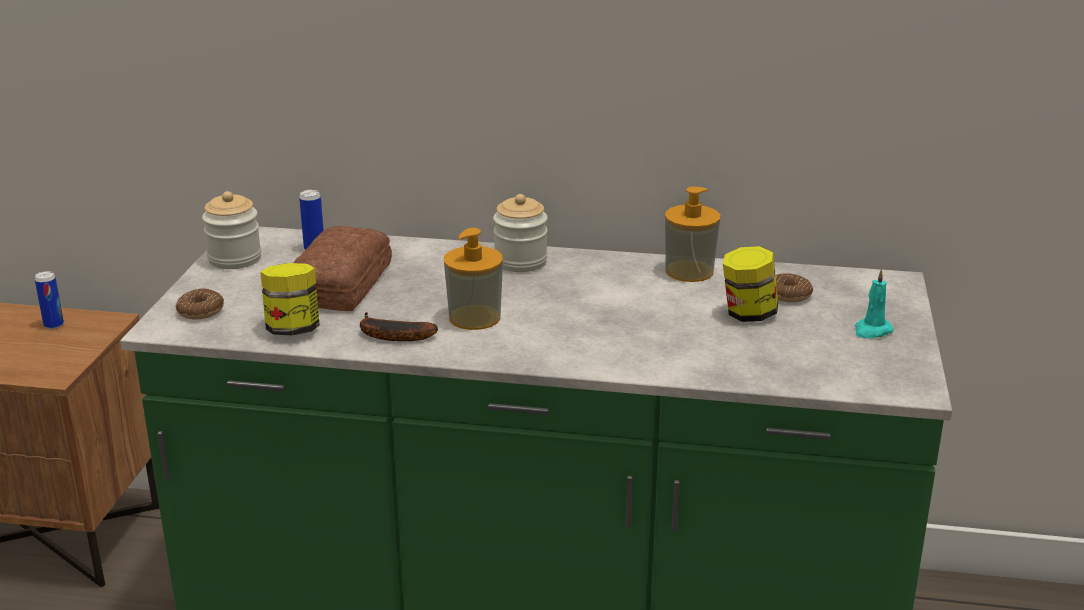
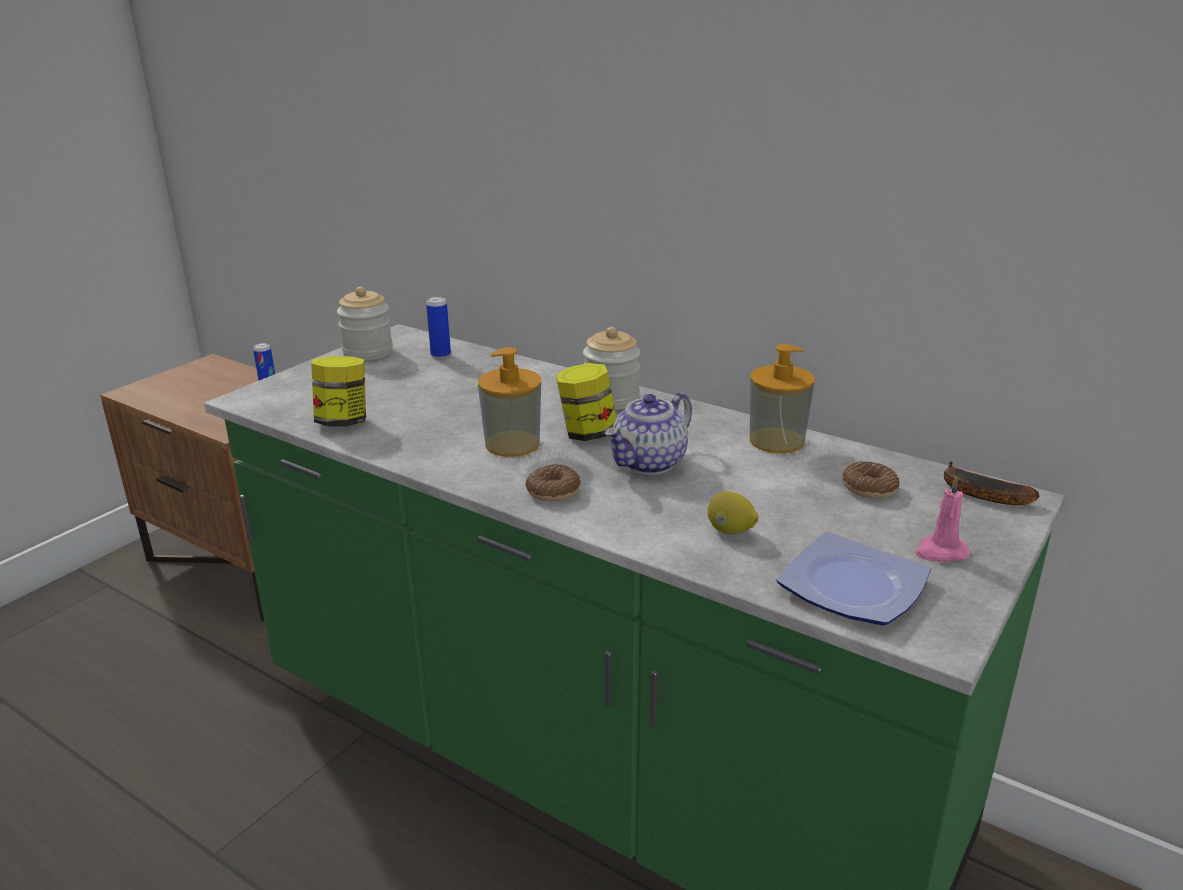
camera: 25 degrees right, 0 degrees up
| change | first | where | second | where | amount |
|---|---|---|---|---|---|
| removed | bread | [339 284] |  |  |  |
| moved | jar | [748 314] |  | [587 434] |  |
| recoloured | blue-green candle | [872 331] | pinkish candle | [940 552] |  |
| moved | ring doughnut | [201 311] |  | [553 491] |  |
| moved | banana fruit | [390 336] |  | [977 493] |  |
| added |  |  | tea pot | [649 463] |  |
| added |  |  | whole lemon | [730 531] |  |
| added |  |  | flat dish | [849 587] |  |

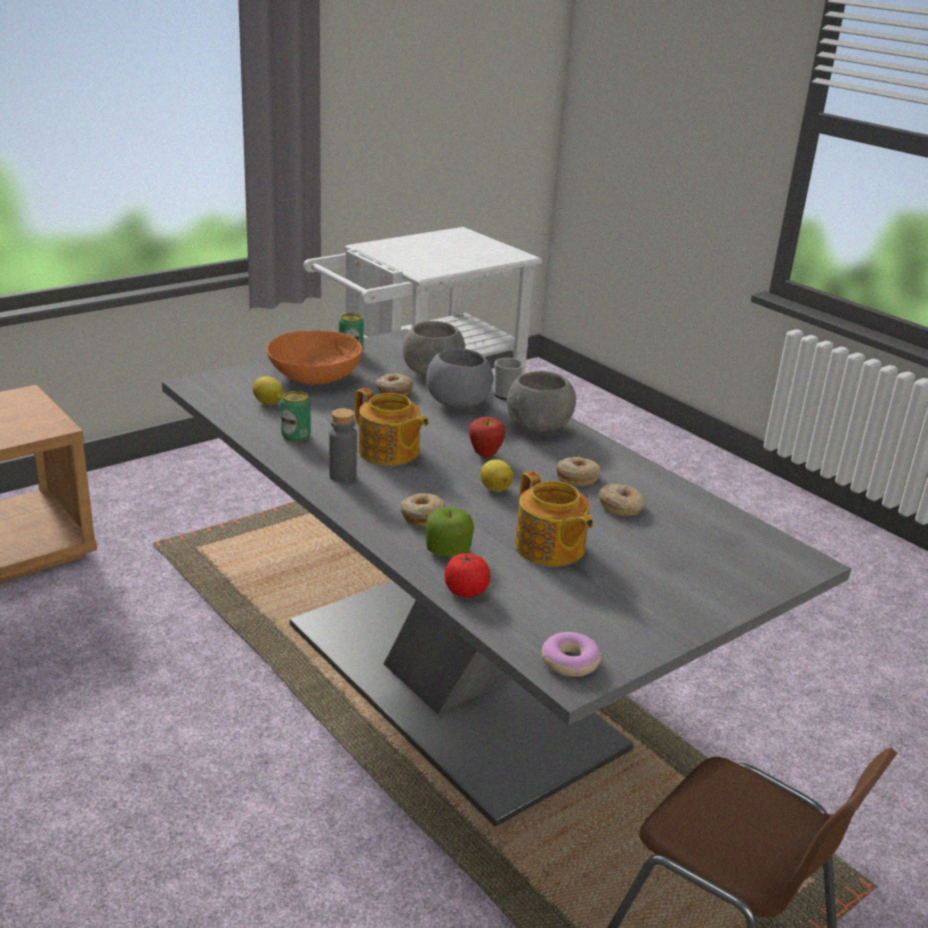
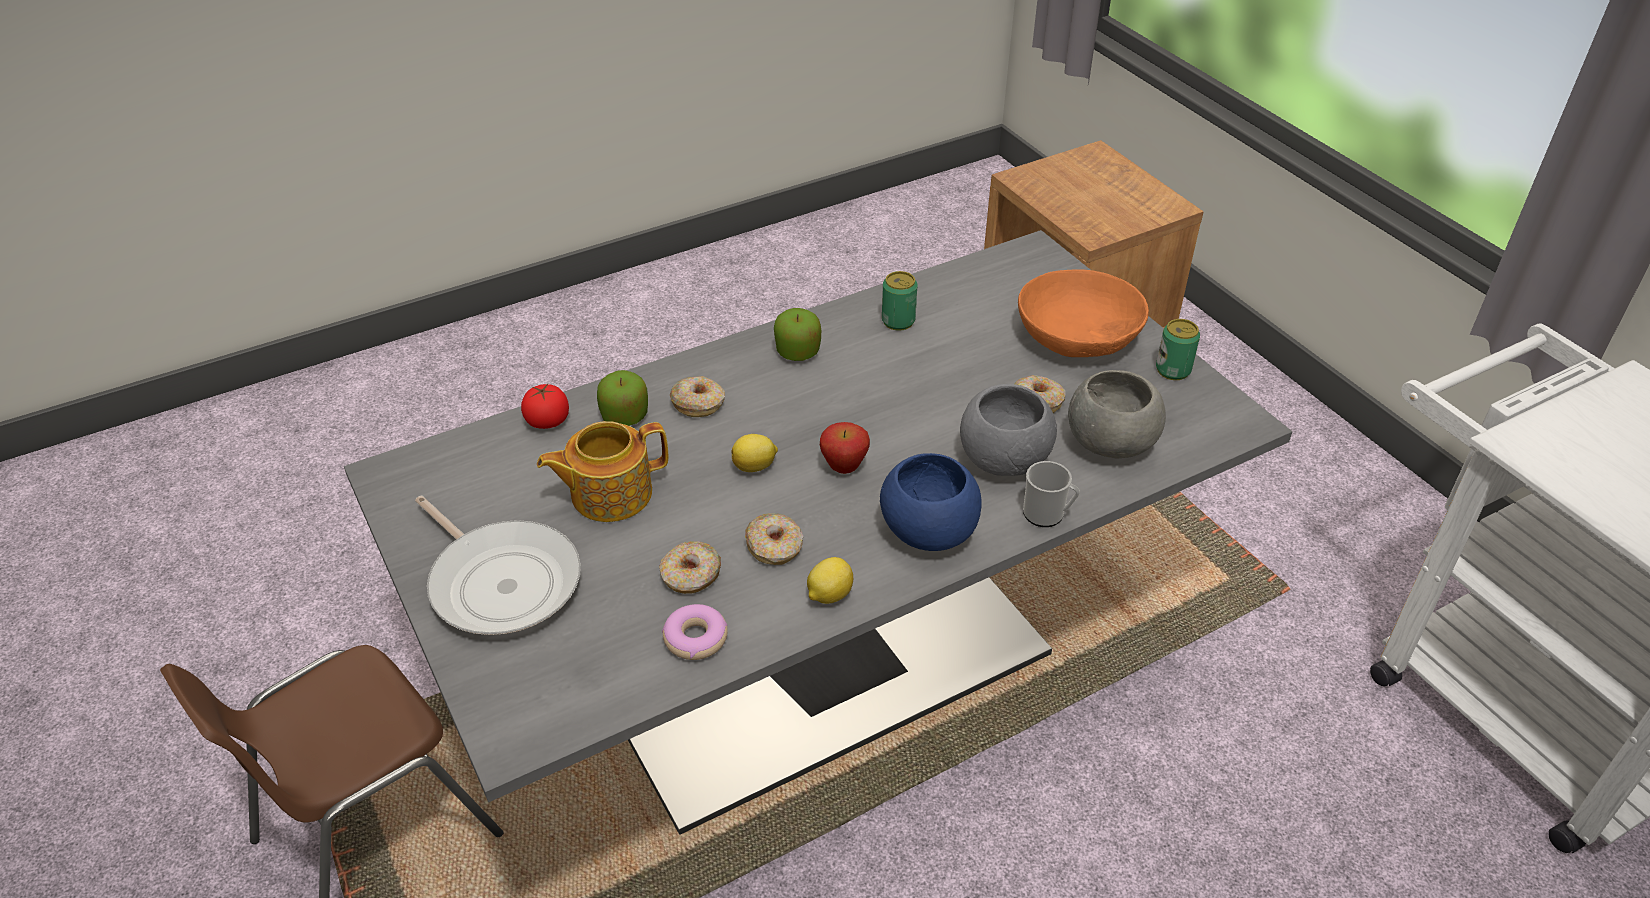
camera: 100 degrees right, 15 degrees up
| change | first | where | second | where | amount |
|---|---|---|---|---|---|
| recoloured | greyish serving bowl | [539 428] | blue-coloured serving bowl | [927 532] |  |
| moved | whole lemon | [269 403] |  | [828 595] |  |
| removed | tea pot | [389 452] |  |  |  |
| replaced | greyish bottle | [342 476] | whole apple | [797 352] |  |
| moved | ring doughnut | [570 661] |  | [696 638] |  |
| added |  |  | frying pan | [501 581] |  |

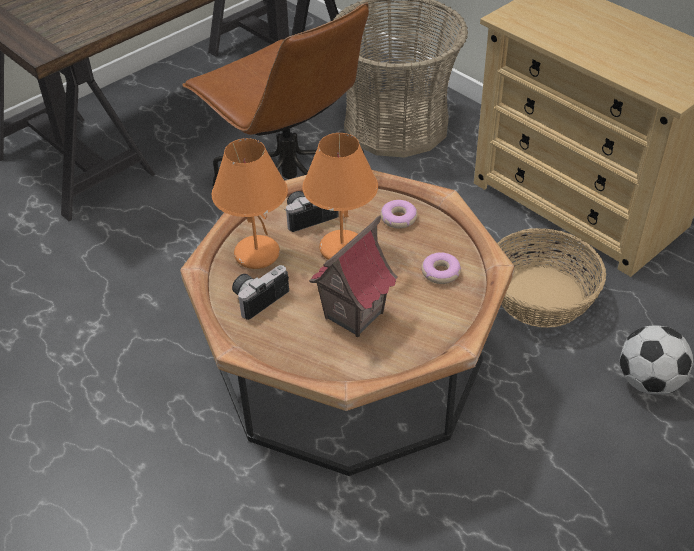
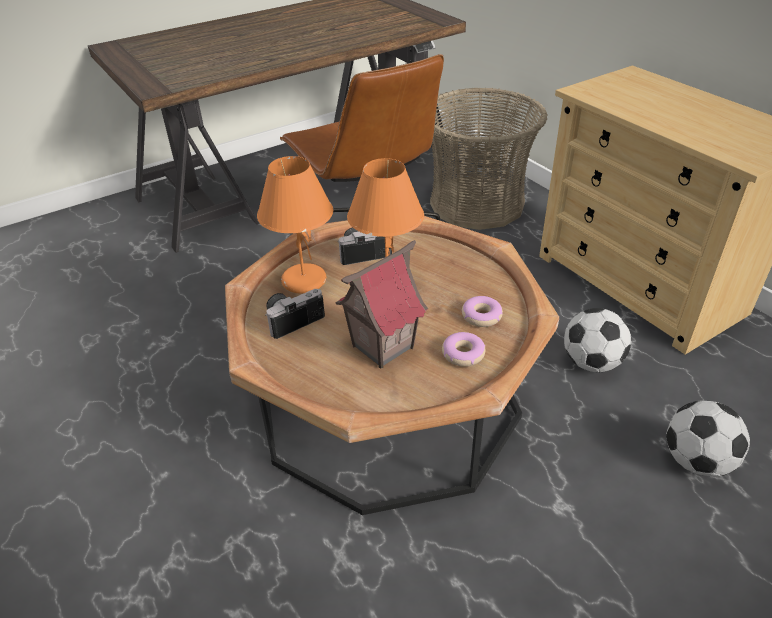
camera: 10 degrees right, 5 degrees down
| change | first | where | second | where | amount |
|---|---|---|---|---|---|
| moved | ring doughnut | [398 218] |  | [463 354] |  |
| replaced | basket | [542 296] | ball for football | [591 363] |  |

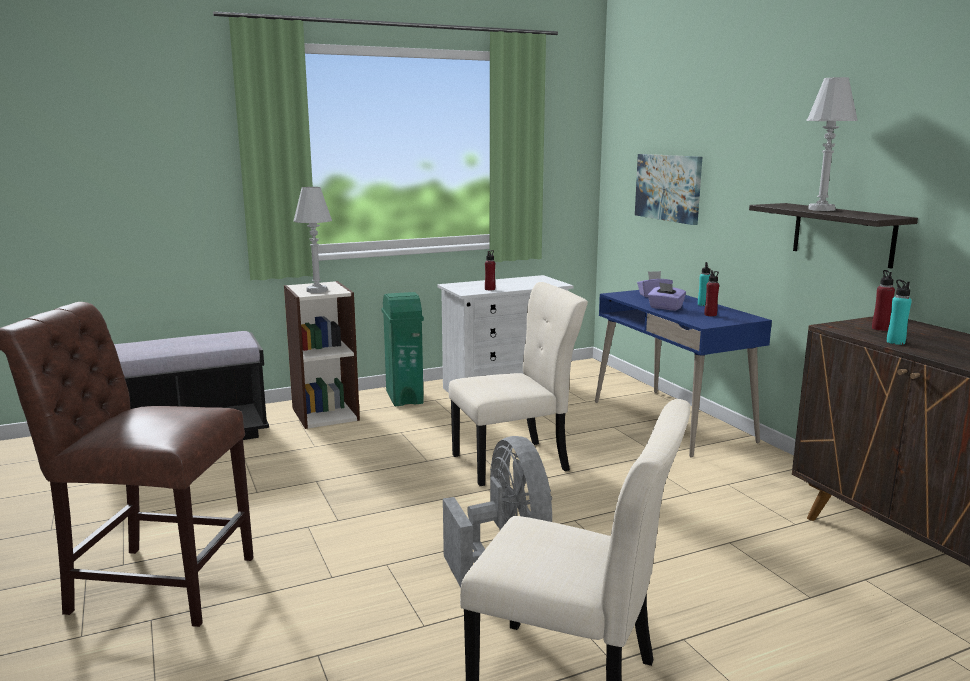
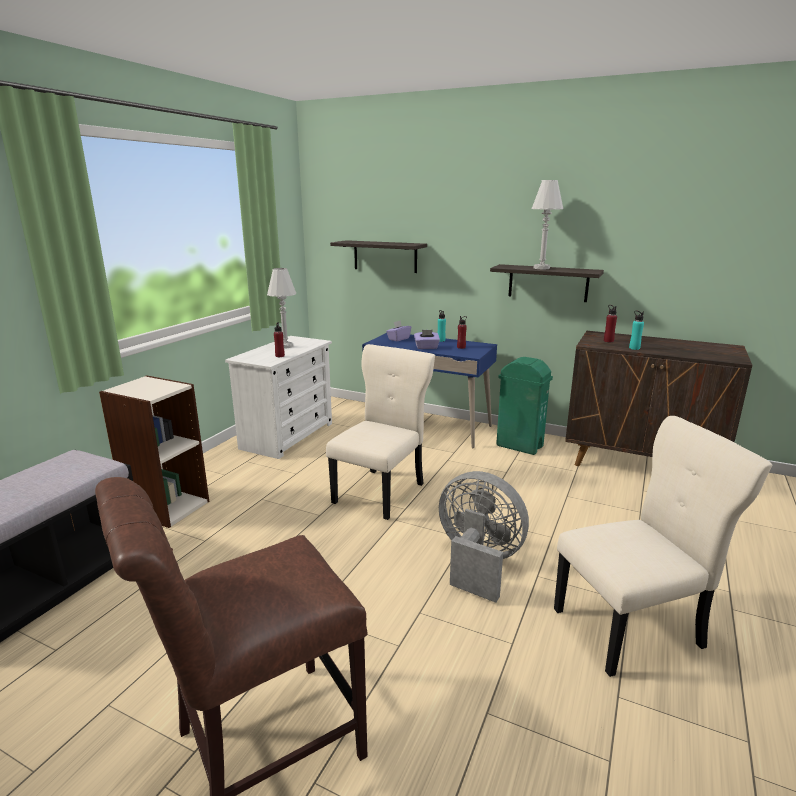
camera: 40 degrees left, 5 degrees up
| change | first | where | second | where | amount |
|---|---|---|---|---|---|
| replaced | picture | [668 187] | shelf | [385 256] |  |
| moved | whitish lamp for a table | [317 290] |  | [285 346] |  |
| moved | green-coloured trash can | [404 397] |  | [519 446] |  |

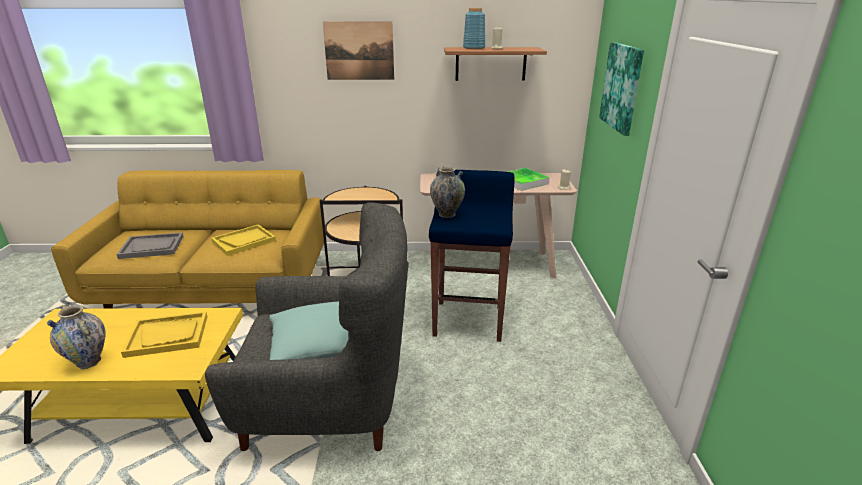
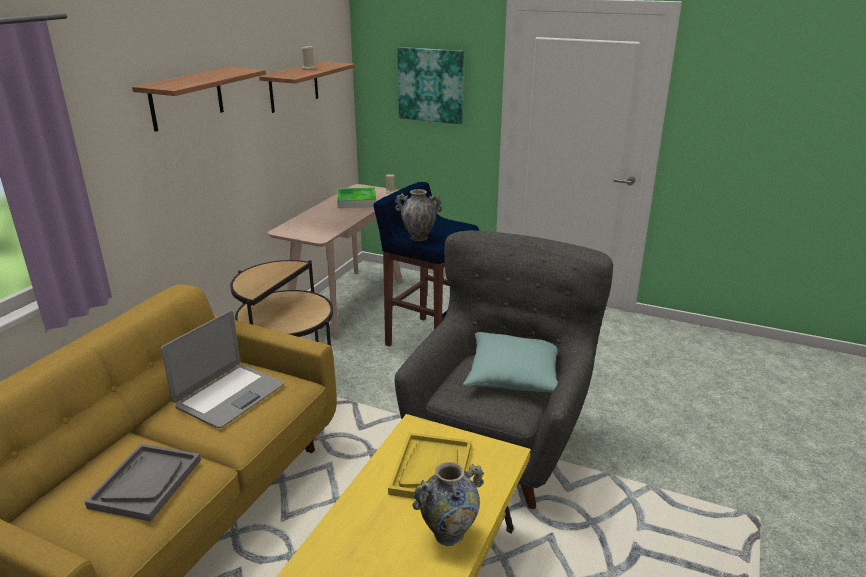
camera: 65 degrees left, 0 degrees up
| change | first | where | second | where | amount |
|---|---|---|---|---|---|
| removed | blue-coloured flower vase | [474 48] |  |  |  |
| replaced | picture | [359 51] | shelf | [186 98] |  |
| replaced | yellow tray | [244 241] | notebook computer | [229 396] |  |

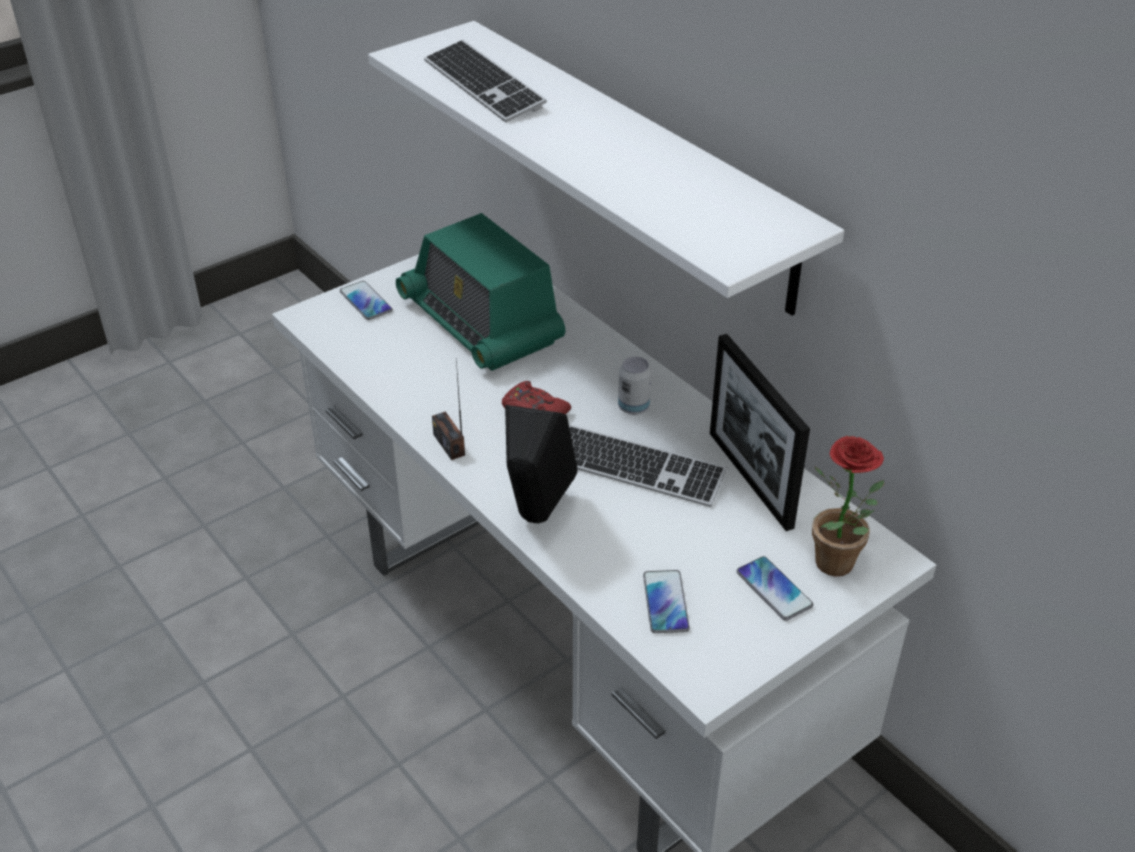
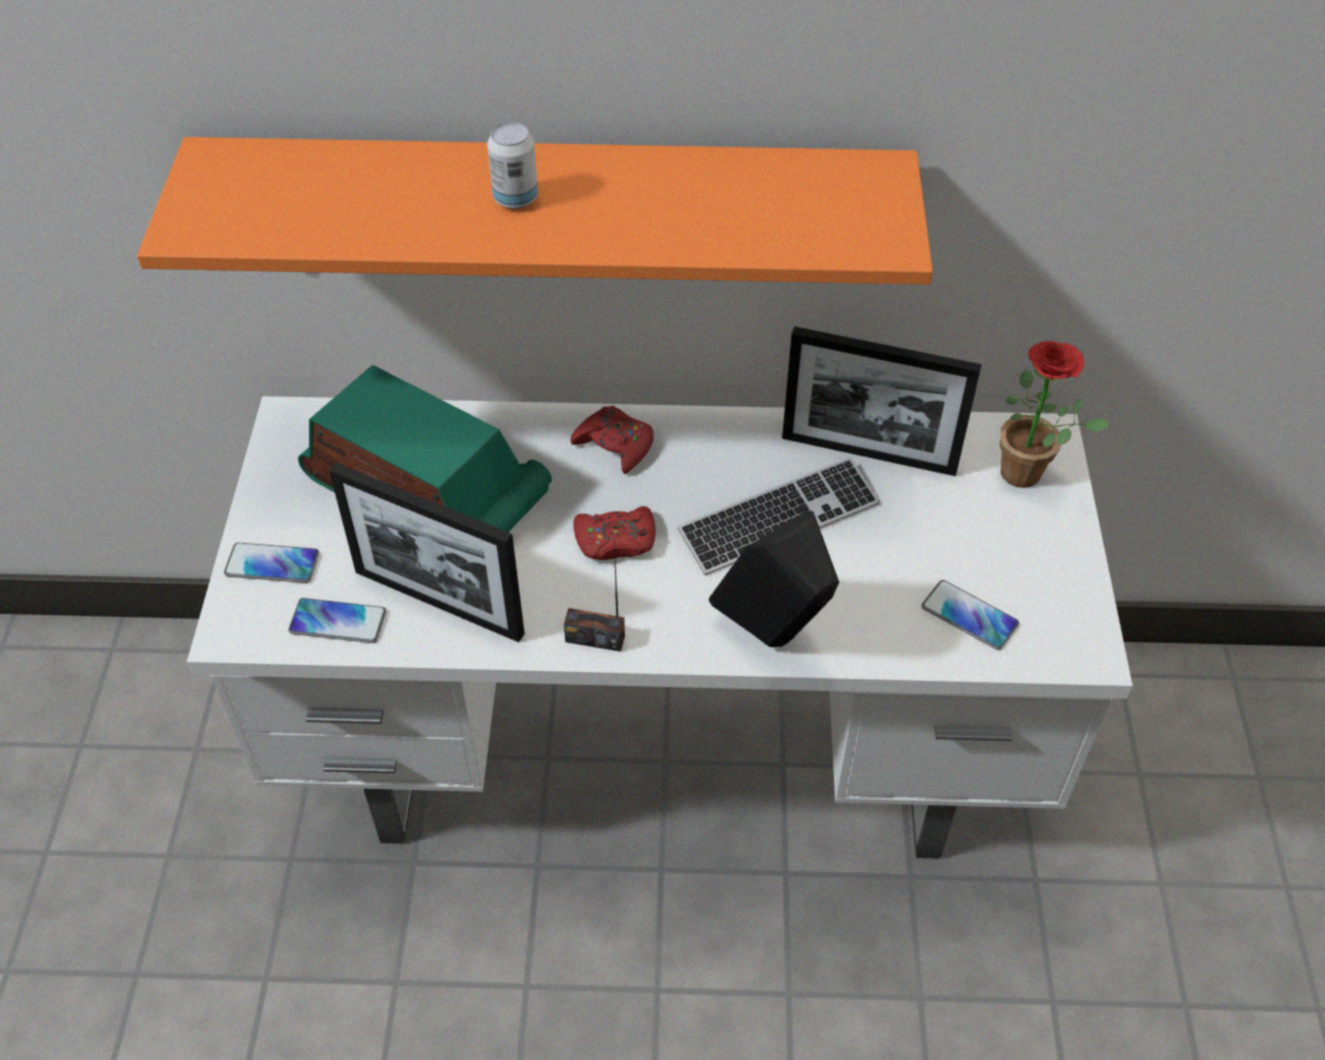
camera: 50 degrees left, 10 degrees up
| change | first | where | second | where | amount |
|---|---|---|---|---|---|
| recoloured | whitish shelf | [634 162] | orange shelf | [552 203] |  |
| removed | keyboard | [483 85] |  |  |  |
| turned | radio set | [481 322] |  | [427 492] | 150 degrees counterclockwise |
| moved | can | [633 407] |  | [515 199] |  |
| moved | telephone | [774 589] |  | [338 622] |  |
| added |  |  | red-coloured joypad | [615 445] |  |
| added |  |  | standing frame | [438 603] |  |

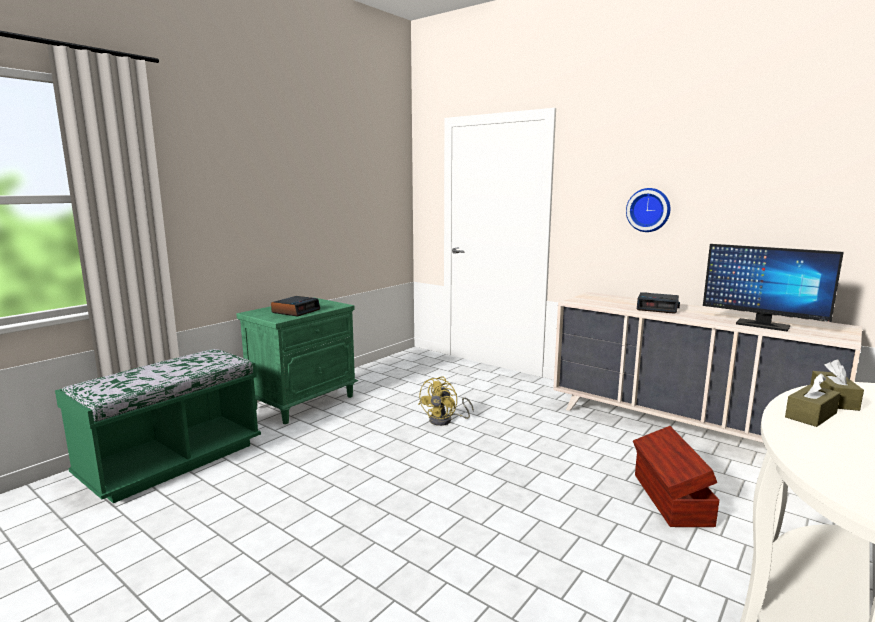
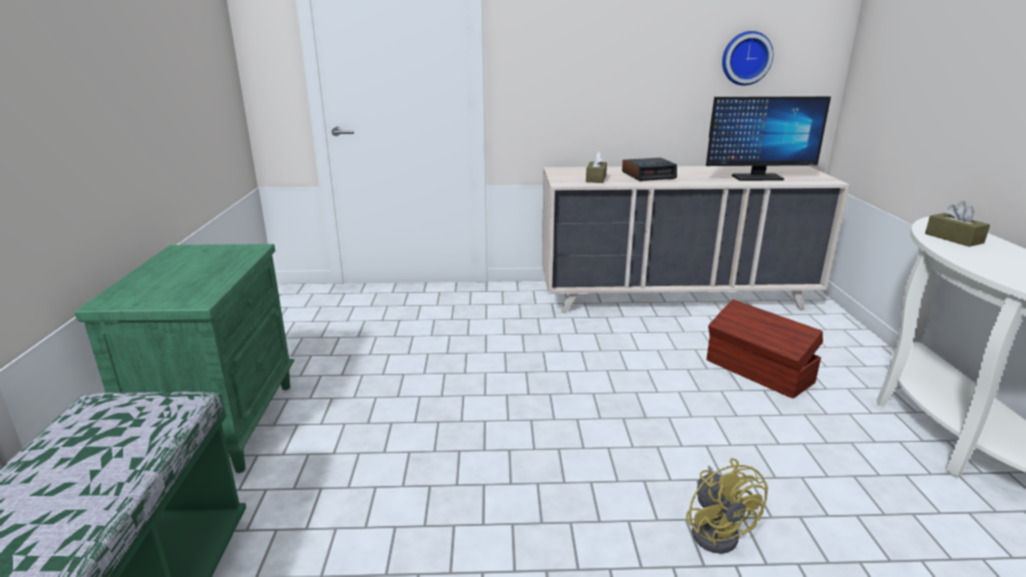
camera: 40 degrees left, 10 degrees up
| change | first | where | second | where | amount |
|---|---|---|---|---|---|
| moved | clock on the wall | [649 210] |  | [745 58] |  |
| removed | bedside clock | [296 311] |  |  |  |
| moved | brown tissue box | [811 415] |  | [596 179] |  |
| moved | yellow fan | [445 420] |  | [717 530] |  |

